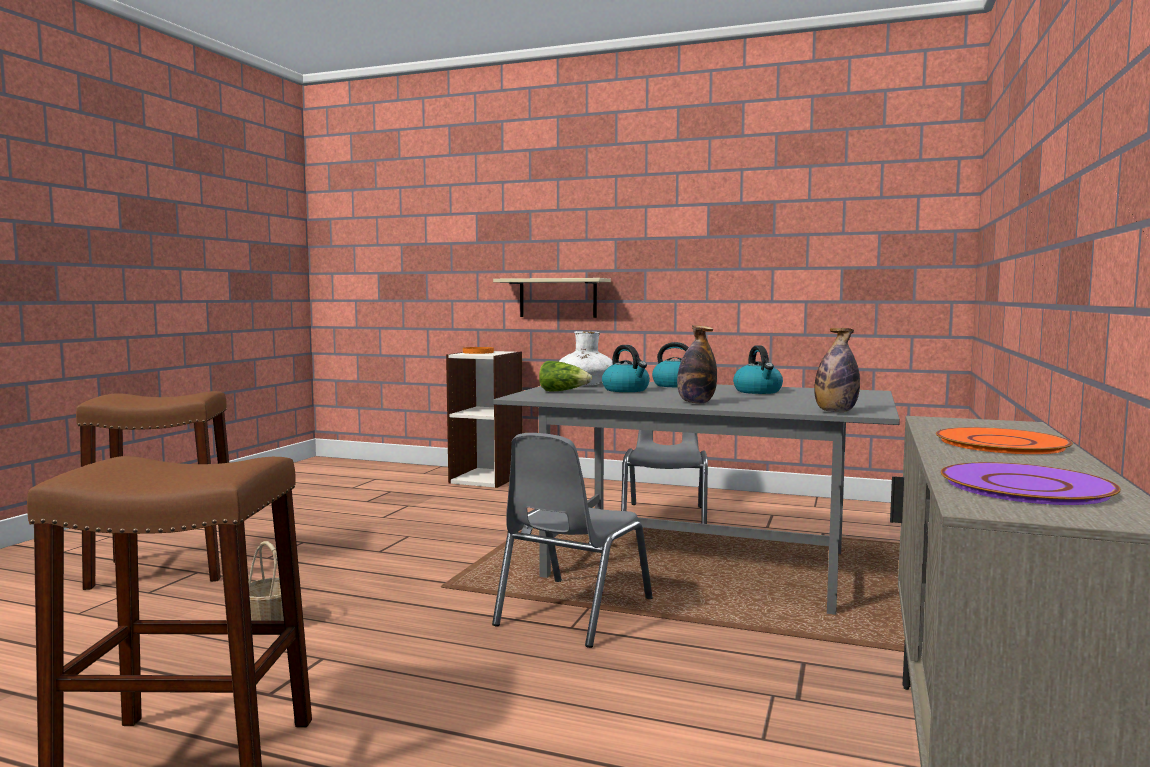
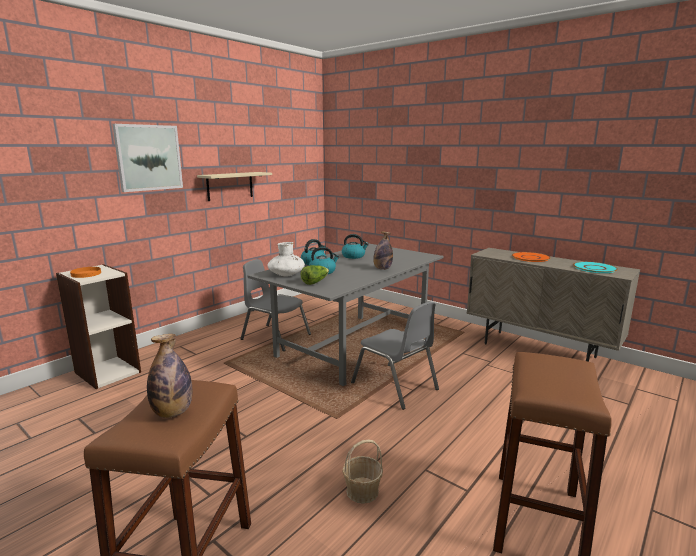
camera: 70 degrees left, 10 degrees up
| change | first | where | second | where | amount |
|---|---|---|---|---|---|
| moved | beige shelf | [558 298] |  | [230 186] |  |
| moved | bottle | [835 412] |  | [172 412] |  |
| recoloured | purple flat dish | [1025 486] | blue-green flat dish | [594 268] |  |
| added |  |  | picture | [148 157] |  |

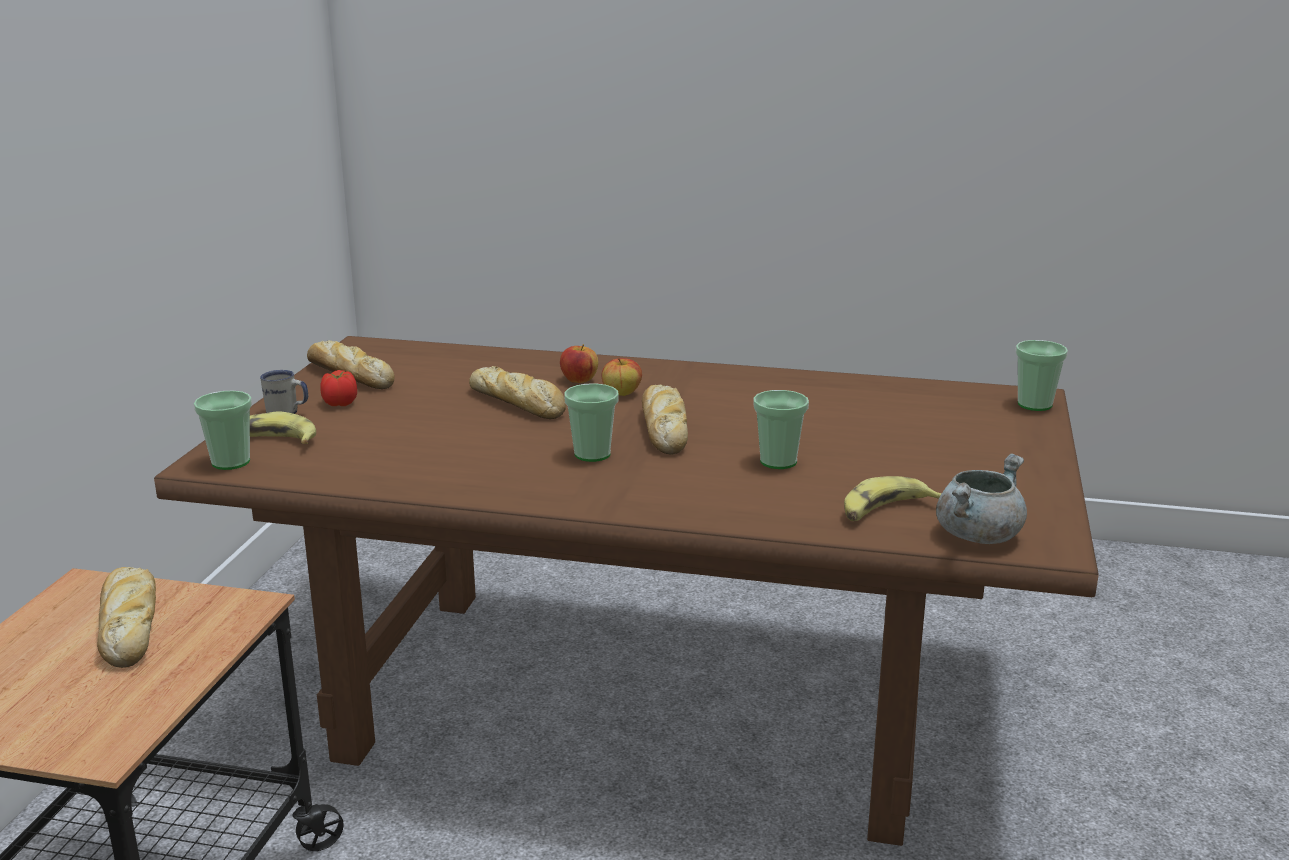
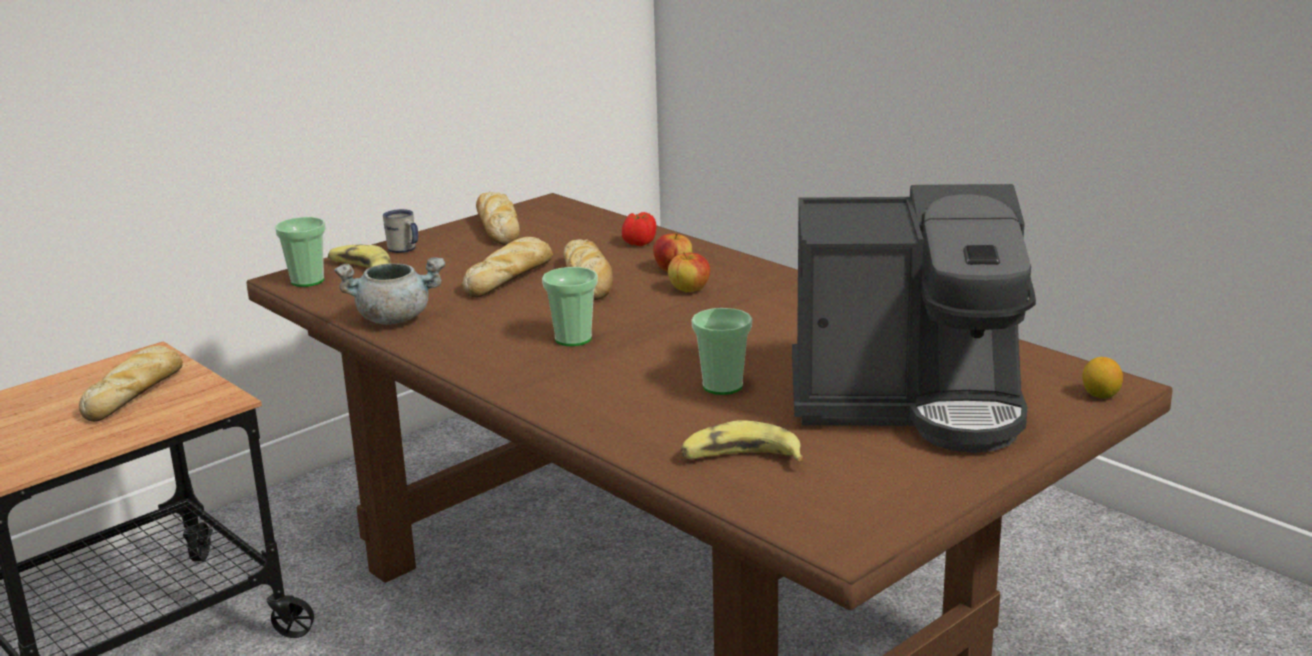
camera: 35 degrees right, 0 degrees up
| change | first | where | second | where | amount |
|---|---|---|---|---|---|
| replaced | small cup | [1034 405] | whole lemon | [1100 395] |  |
| moved | tomato | [339 403] |  | [639 243] |  |
| moved | bread | [664 428] |  | [510 277] |  |
| moved | greyish cooking pot | [978 534] |  | [395 318] |  |
| added |  |  | coffee maker | [911 402] |  |

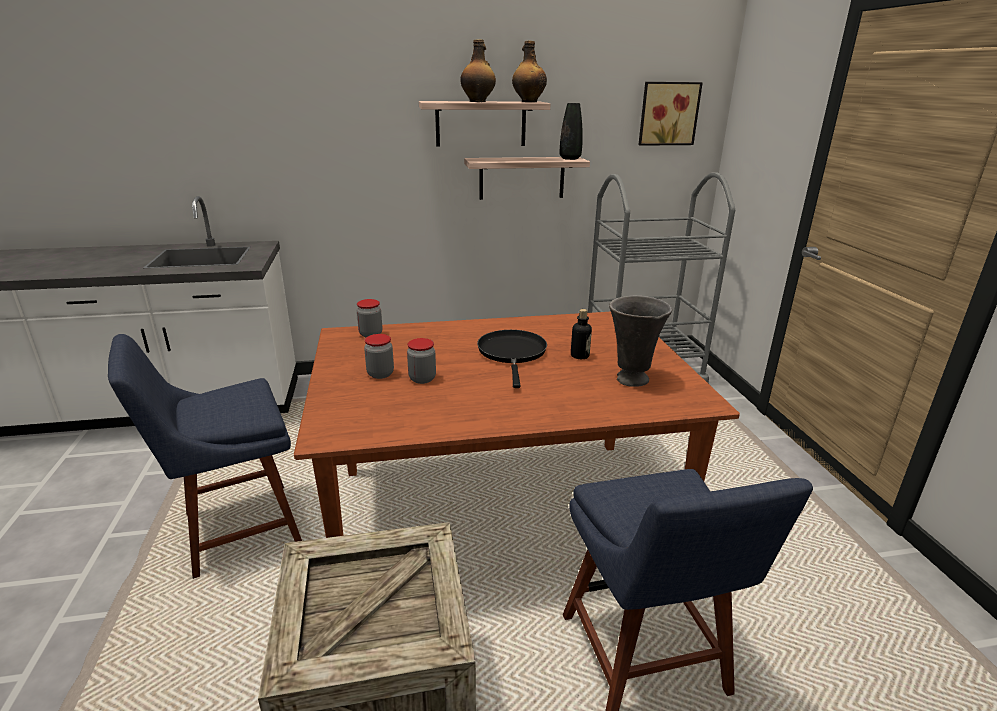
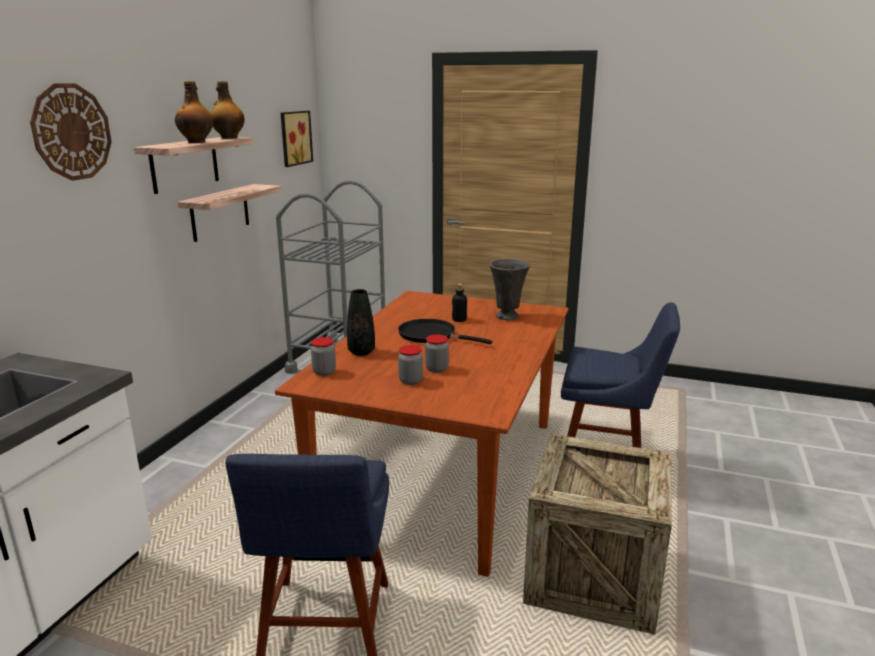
camera: 60 degrees left, 5 degrees down
| change | first | where | second | where | amount |
|---|---|---|---|---|---|
| moved | black-coloured flower vase | [570 158] |  | [361 352] |  |
| added |  |  | clock on the wall | [71 132] |  |

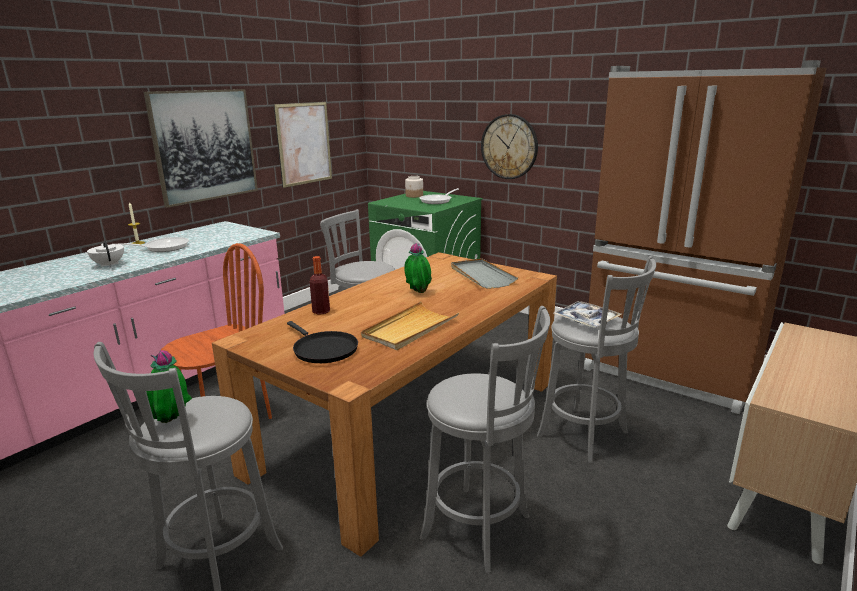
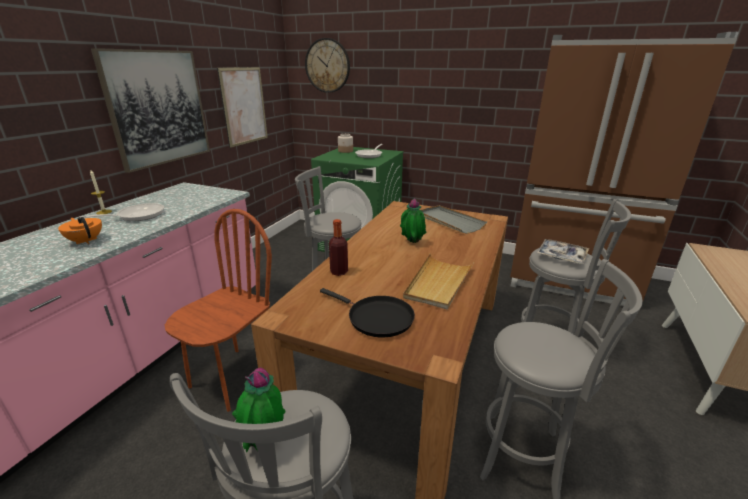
camera: 15 degrees left, 5 degrees up
| change | first | where | second | where | amount |
|---|---|---|---|---|---|
| moved | clock on the wall | [509 147] |  | [327 65] |  |
| recoloured | whitish tea pot | [109 265] | orange tea pot | [86 241] |  |

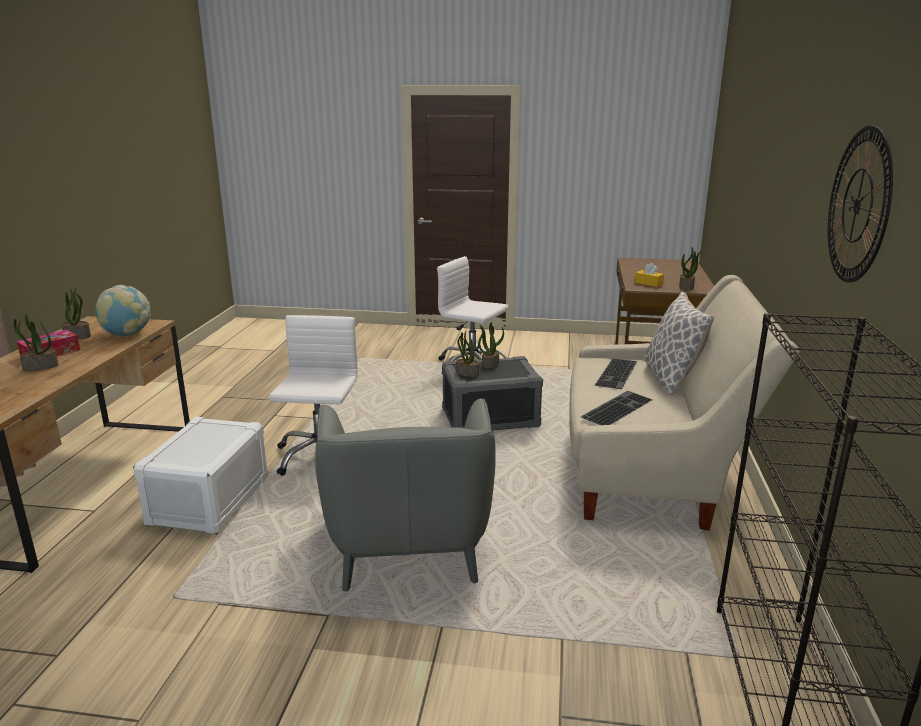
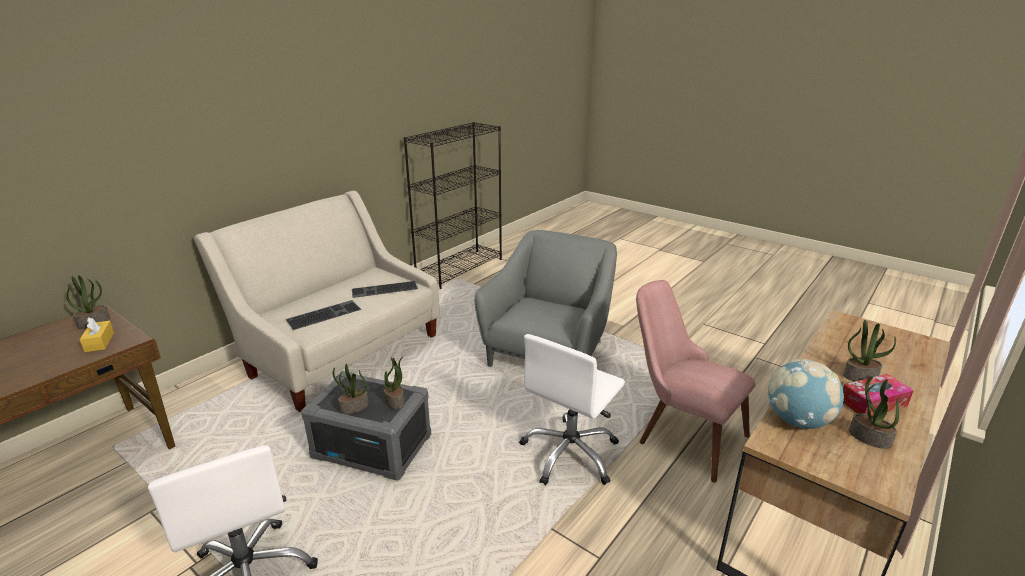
camera: 150 degrees left, 5 degrees up
| change | first | where | second | where | amount |
|---|---|---|---|---|---|
| removed | clock on the wall | [857 205] |  |  |  |
| removed | pillow | [671 378] |  |  |  |
| replaced | whitish storage container | [210 501] | pinkish chair | [680 433] |  |

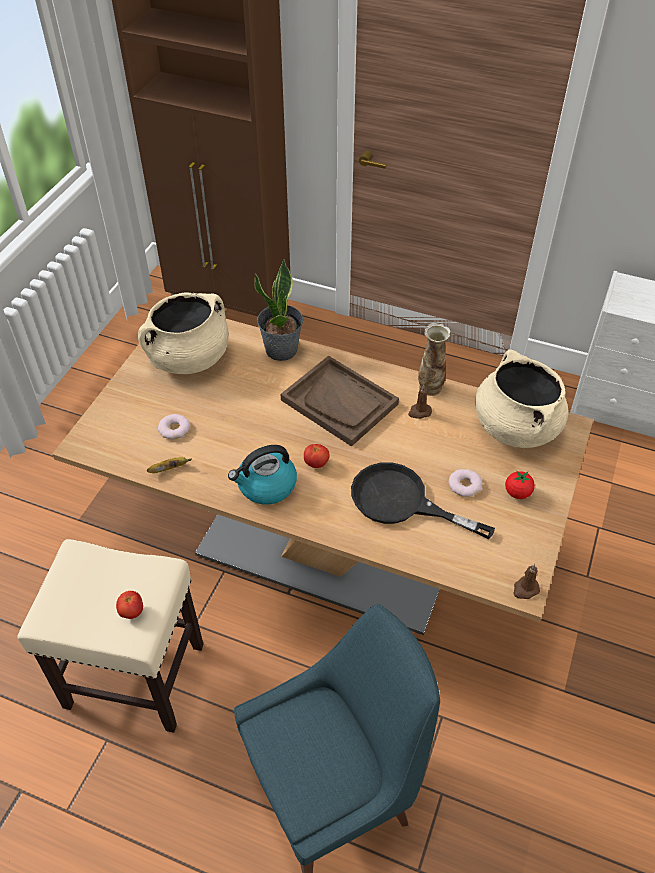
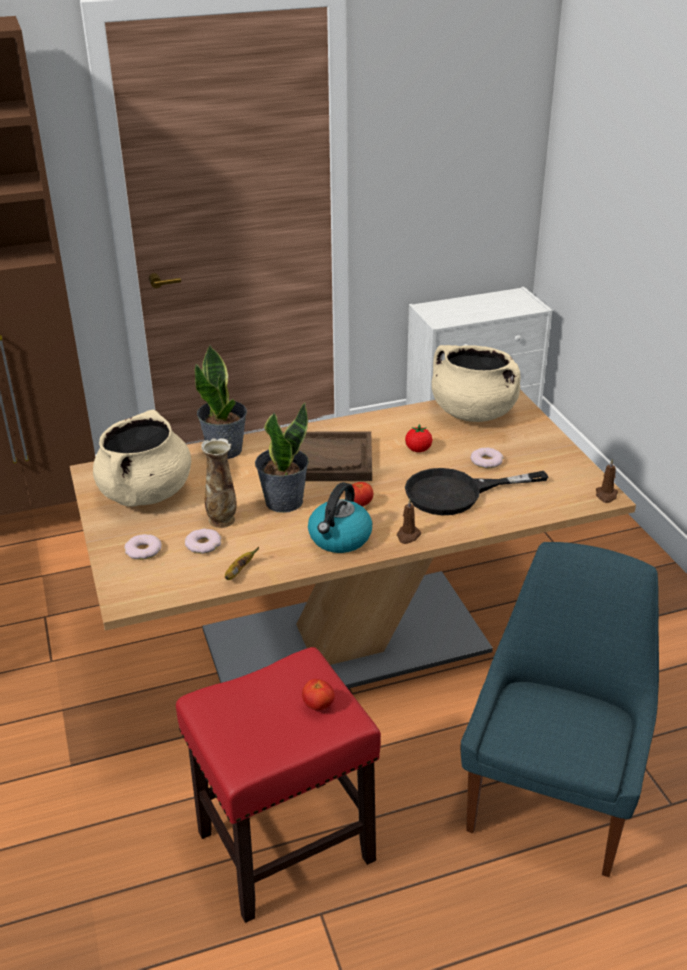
camera: 40 degrees left, 15 degrees down
| change | first | where | second | where | amount |
|---|---|---|---|---|---|
| moved | flower vase | [430 388] |  | [222 520] |  |
| moved | brown candle | [419 412] |  | [408 536] |  |
| moved | tomato | [517 493] |  | [418 450] |  |
| recoloured | beige sitting stool | [133 675] | red-coloured sitting stool | [284 847] |  |
| added |  |  | houseplant | [283 501] |  |
| added |  |  | ring doughnut | [143 550] |  |

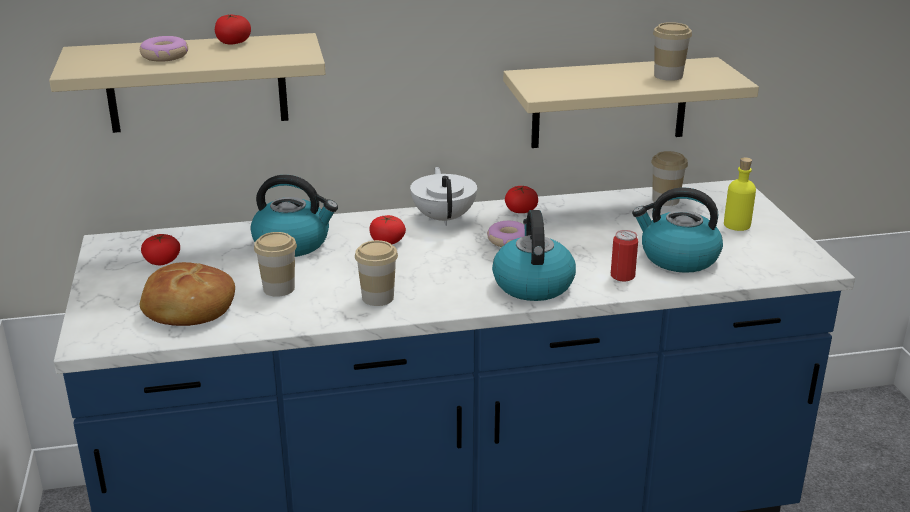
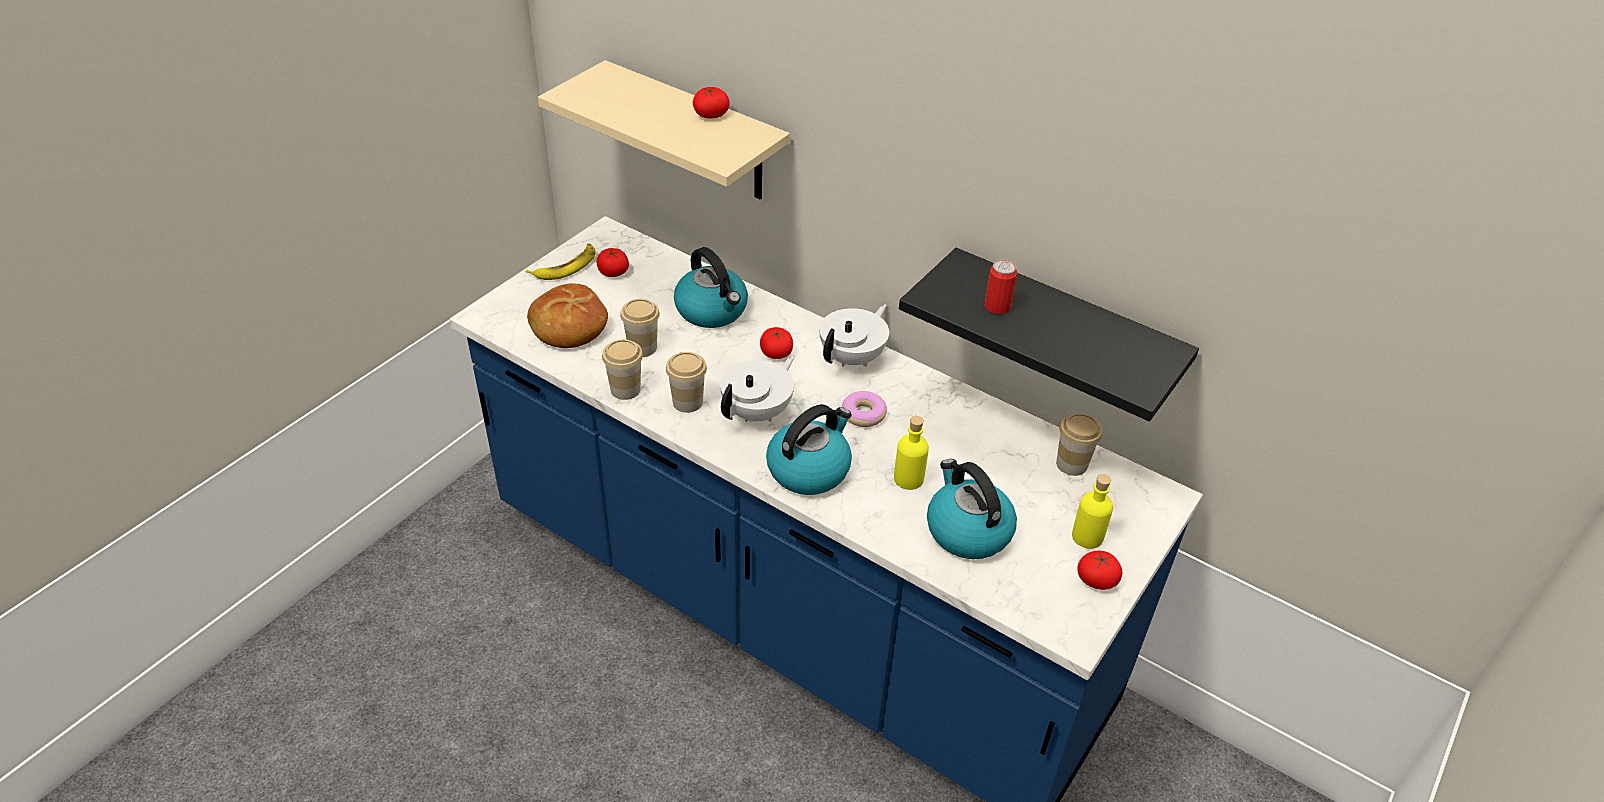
camera: 45 degrees right, 15 degrees up
| change | first | where | second | where | amount |
|---|---|---|---|---|---|
| moved | small cup | [668 76] |  | [625 389] |  |
| removed | ring doughnut | [165 56] |  |  |  |
| recoloured | beige shelf | [609 103] | black-coloured shelf | [1063 333] |  |
| moved | tomato | [520 210] |  | [1096 579] |  |
| moved | can | [622 276] |  | [997 307] |  |
| added |  |  | banana fruit | [566 266] |  |
| added |  |  | whitish tea pot | [758 412] |  |
| added |  |  | yellow bottle | [908 479] |  |

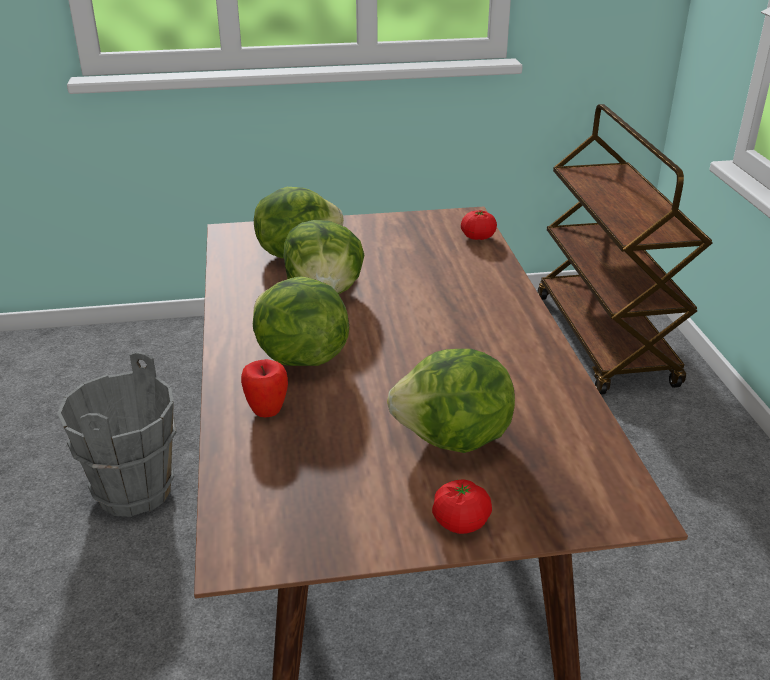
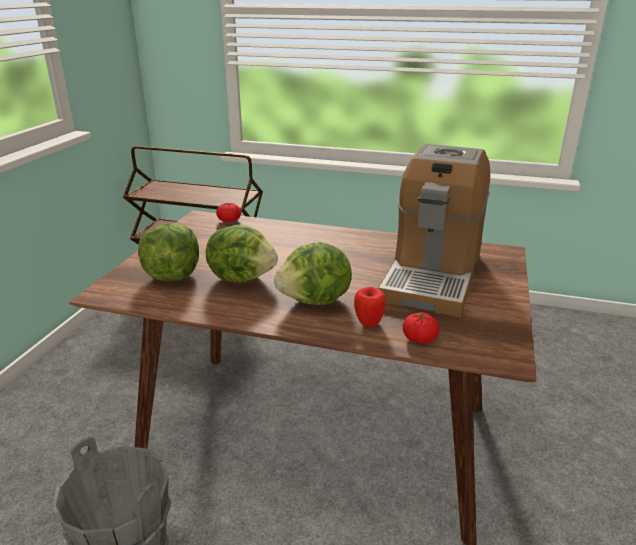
camera: 65 degrees left, 5 degrees down
| change | first | where | second | where | amount |
|---|---|---|---|---|---|
| replaced | lettuce | [453 440] | coffee maker | [432 276] |  |
| moved | tomato | [460 522] |  | [419 339] |  |

